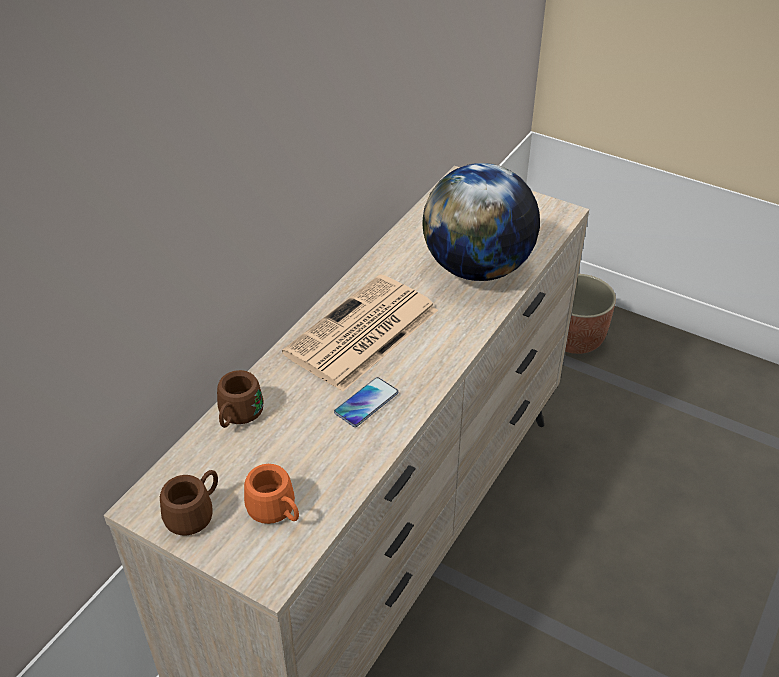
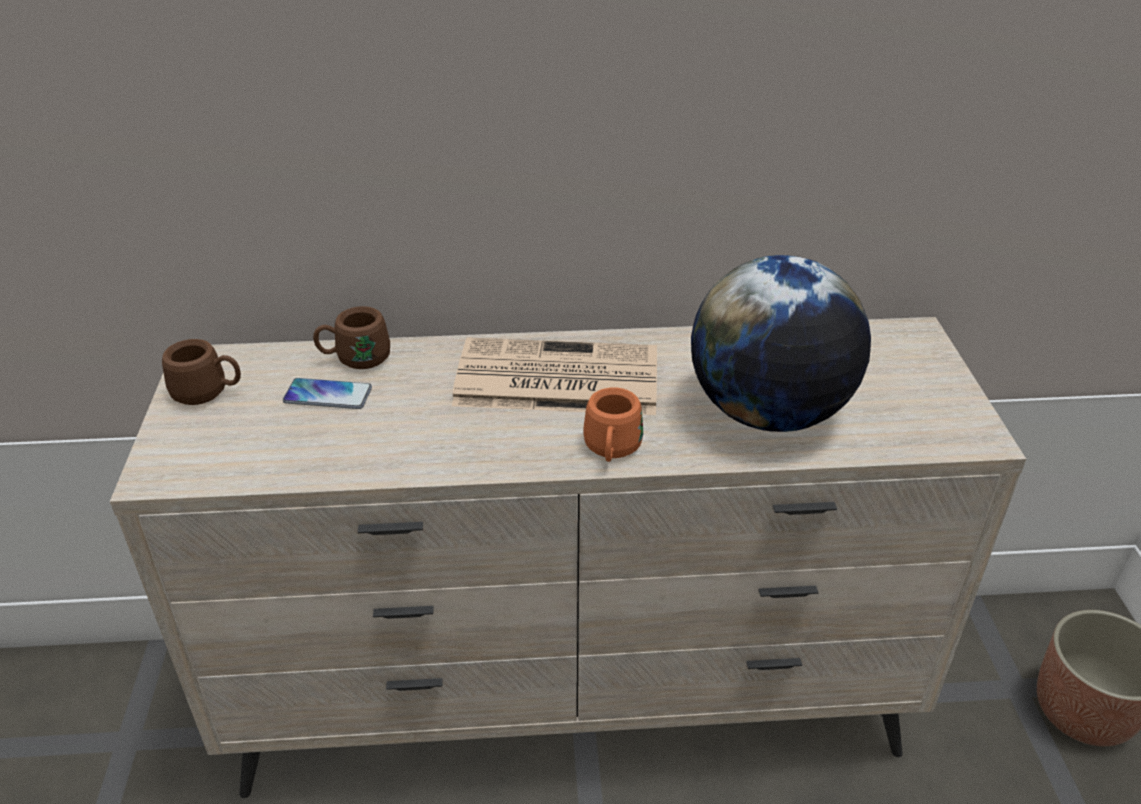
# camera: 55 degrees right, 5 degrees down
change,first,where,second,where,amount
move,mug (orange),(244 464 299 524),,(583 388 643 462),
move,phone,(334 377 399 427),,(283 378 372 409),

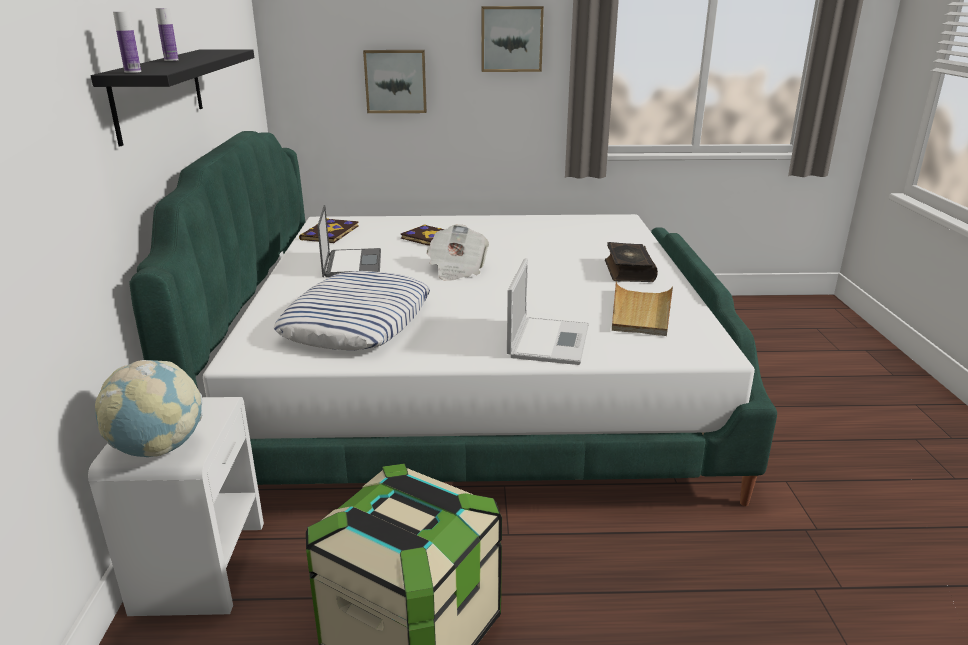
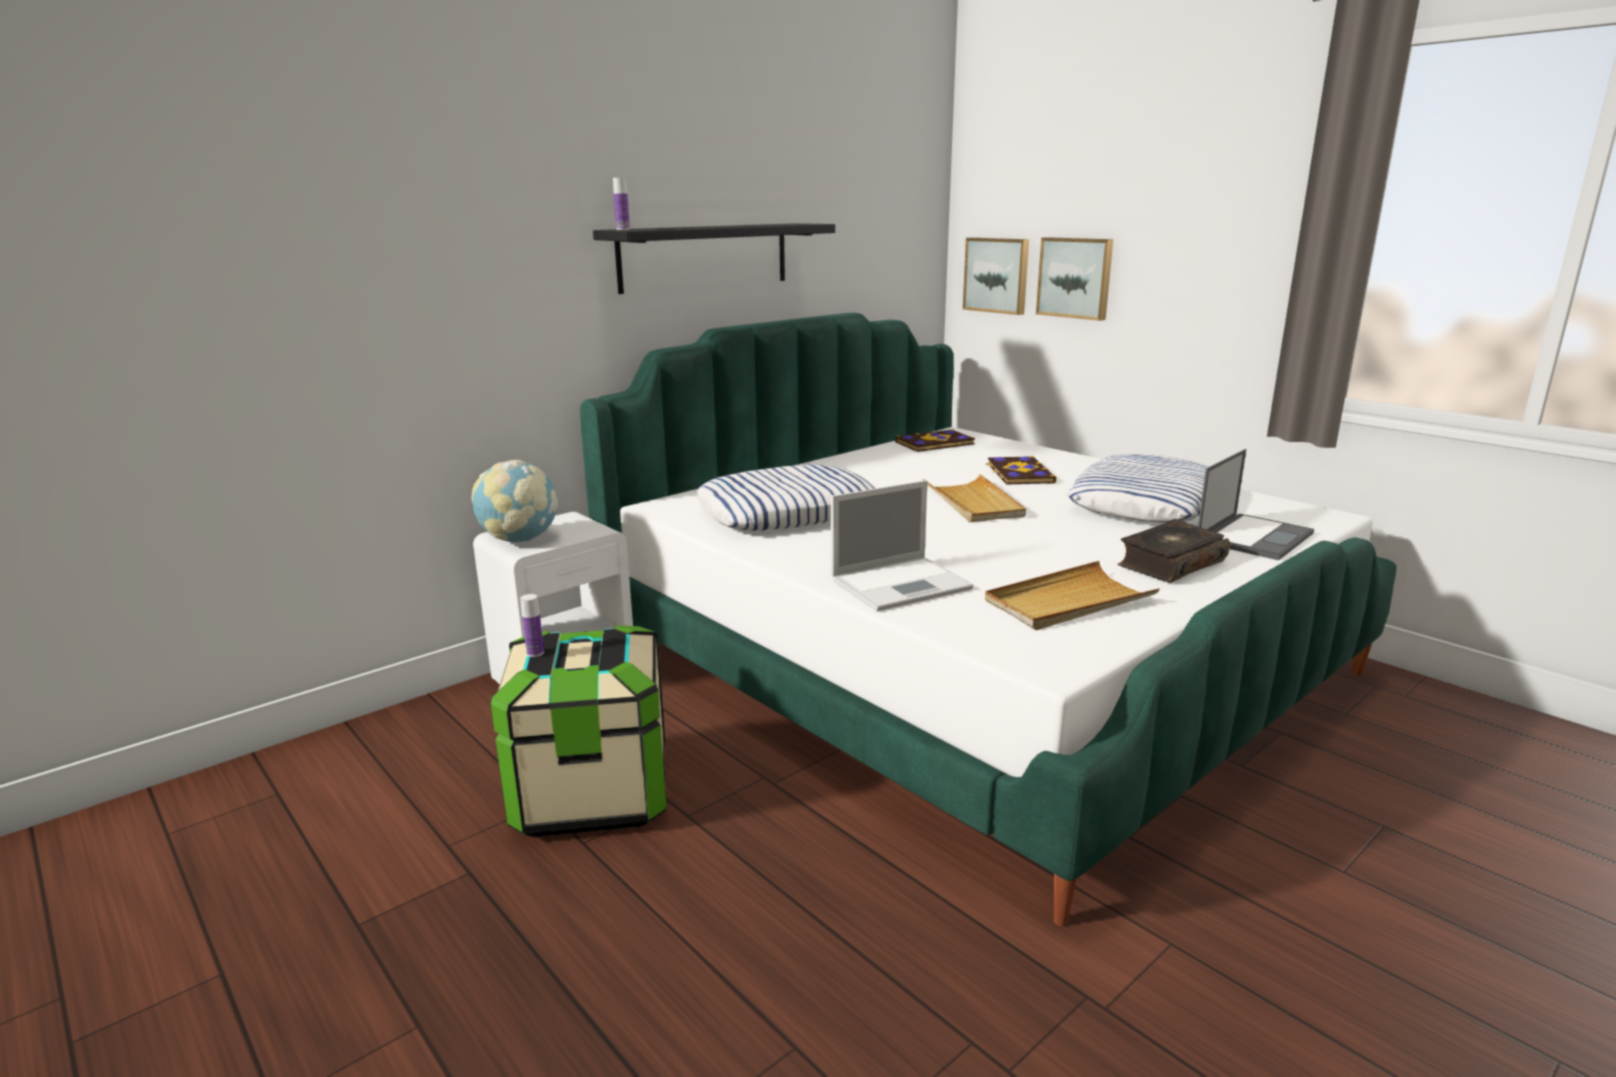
# camera: 50 degrees right, 5 degrees down
change,first,where,second,where,amount
insert,,,pillow,(1068 454 1209 522),
move,bottle,(156 8 178 61),,(520 594 544 657),
move,laptop,(317 205 381 277),,(1198 449 1314 560),
move,picture,(481 6 544 72),,(963 238 1029 315),
replace,newspaper,(427 224 489 281),tray (beige),(923 474 1026 522),

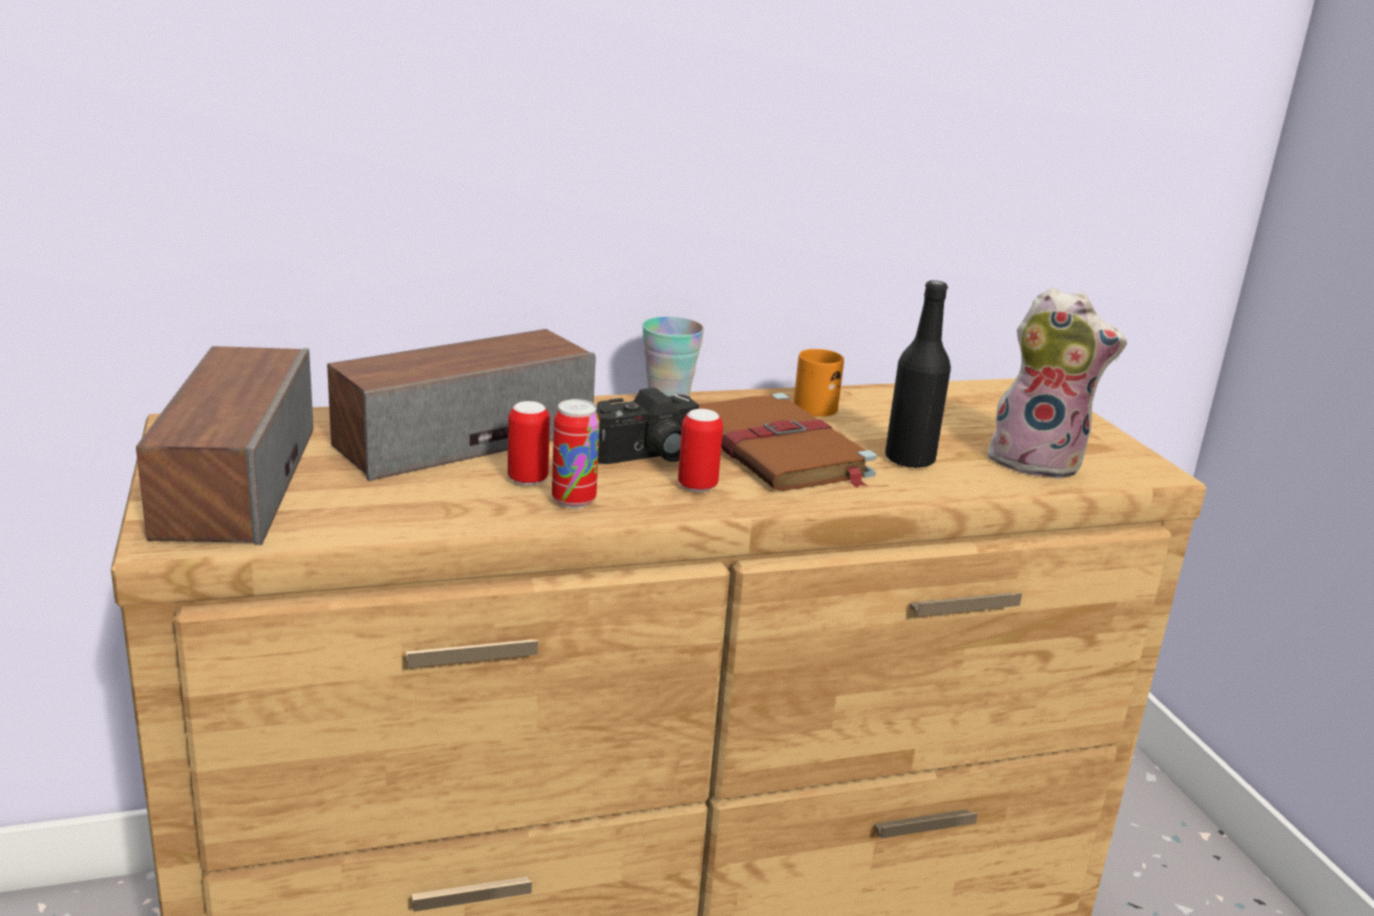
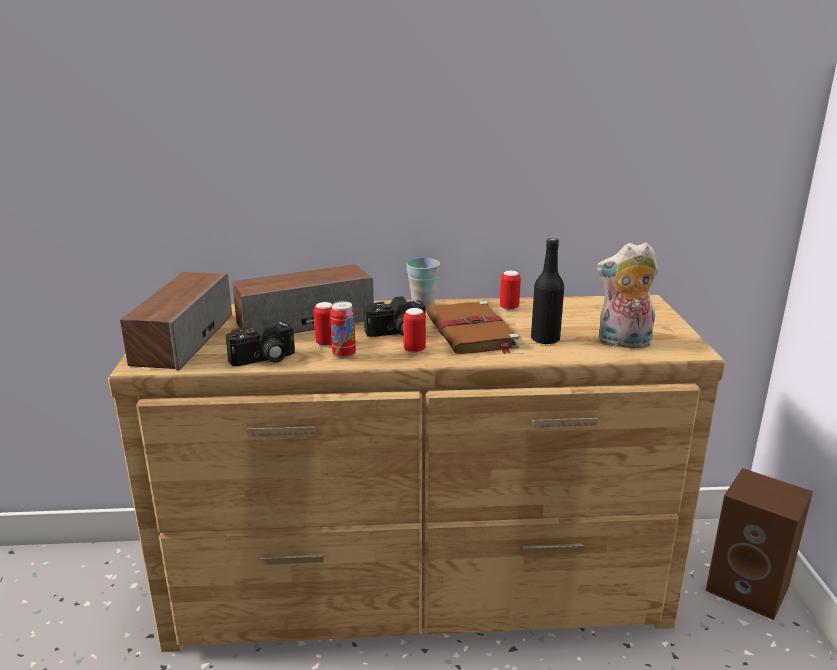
# camera: 15 degrees right, 0 degrees up
change,first,where,second,where,amount
insert,,,photo camera,(226 319 295 366),
insert,,,speaker (brown),(706 468 813 620),
replace,mug (orange),(793 349 844 417),can,(500 271 521 310),
rotate,plush toy,(988 287 1127 479),,(596 242 658 348),150 degrees clockwise

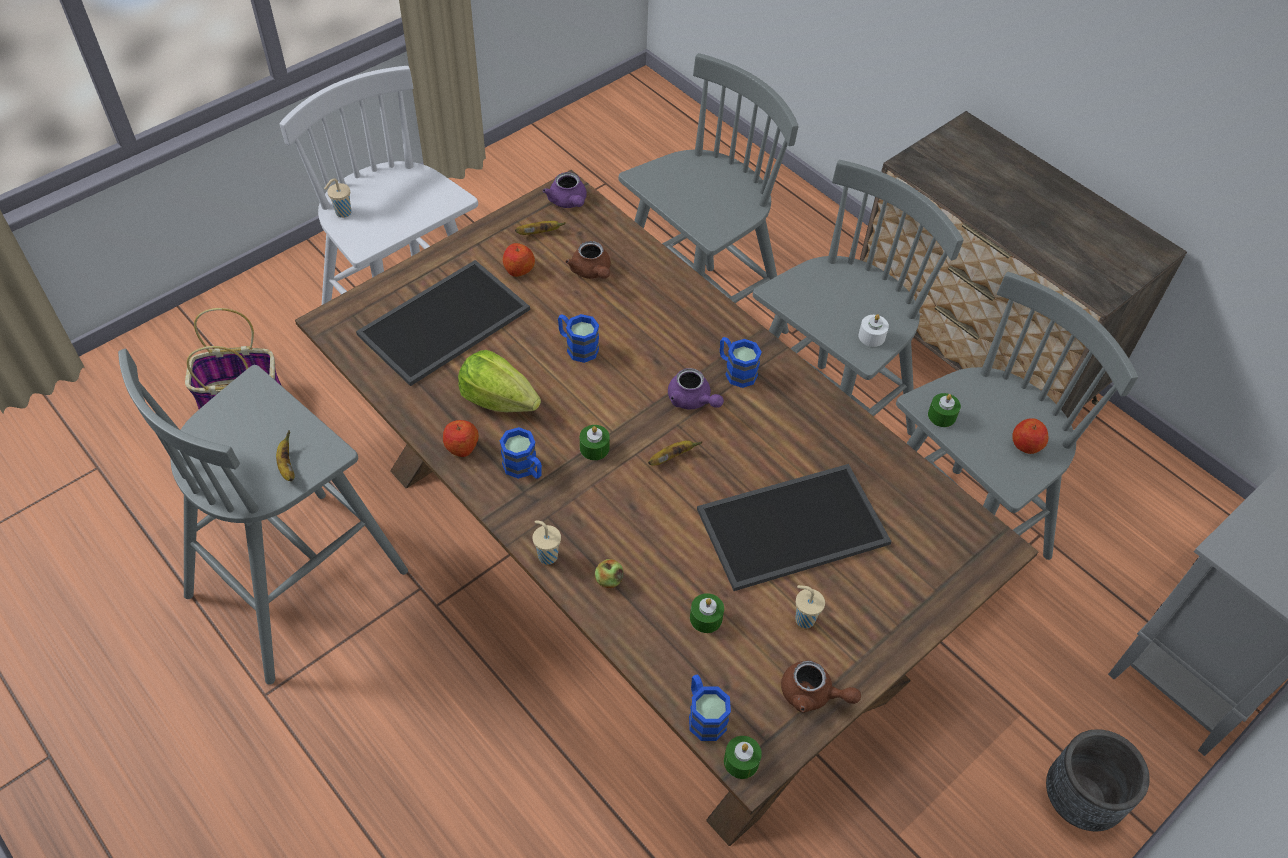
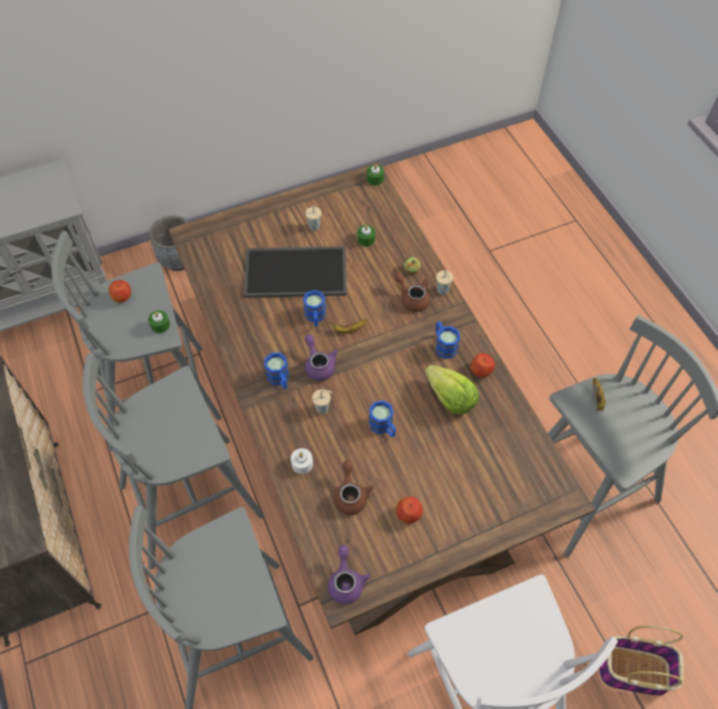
# camera: 160 degrees left, 5 degrees up
change,first,where,second,where,amount
delete,tray,(356 260 530 386),,,
delete,banana,(515 221 566 235),,,
delete,candle (green),(580 425 610 460),,,
move,cup (beige),(324 178 351 218),,(312 389 332 414),
move,mug (blue),(689 674 731 741),,(303 290 326 327),
move,teapot (brown),(781 661 861 713),,(394 272 430 312),
move,candle (white),(858 314 889 347),,(291 448 313 474),

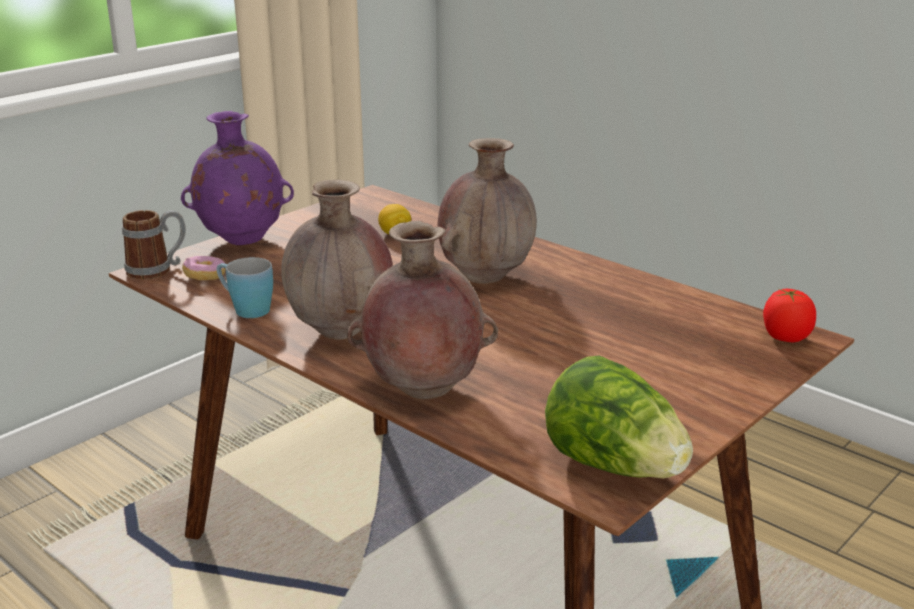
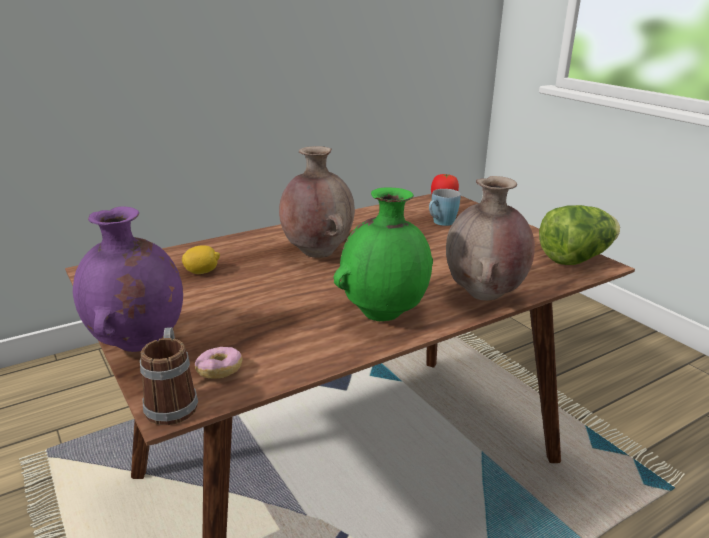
# camera: 75 degrees left, 0 degrees up
change,first,where,second,where,amount
move,mug (blue),(217 257 273 318),,(429 189 461 226),
recolor,vase (brown),(281 180 393 340),vase (green),(333 187 433 321),

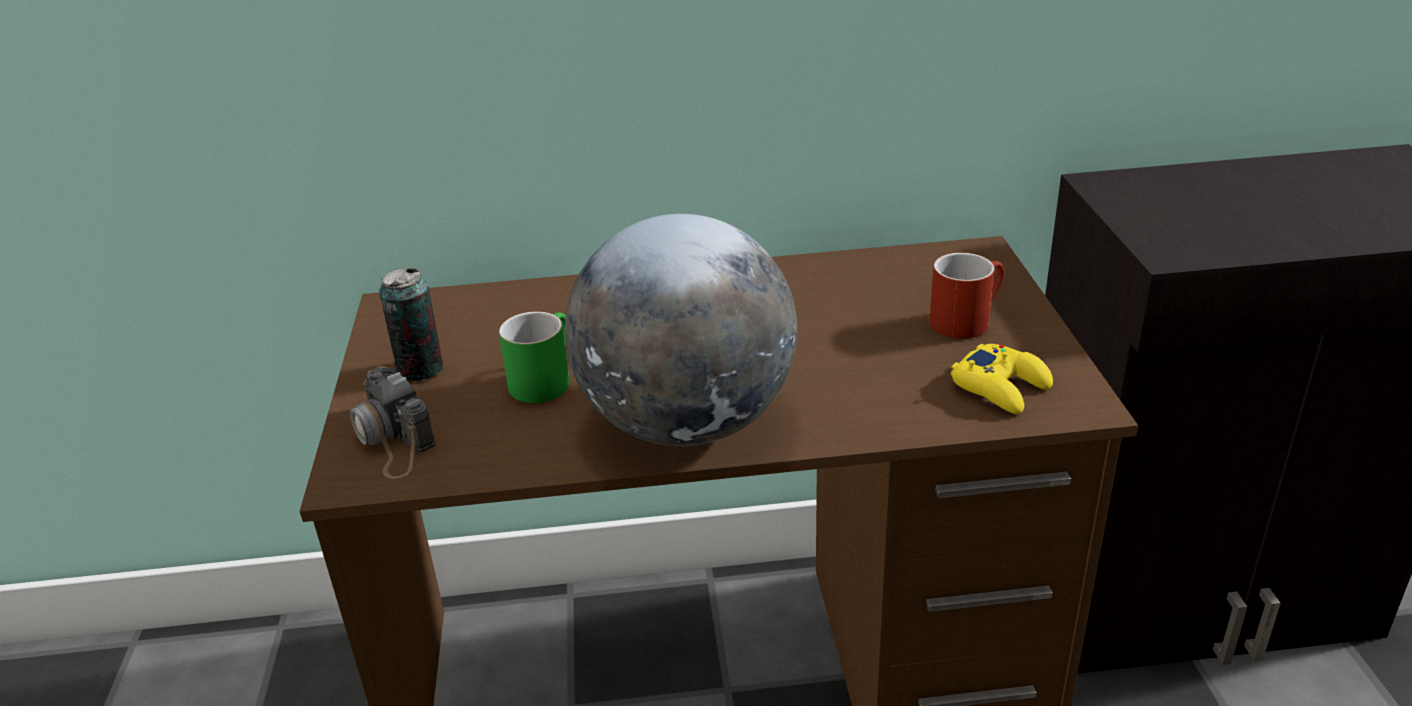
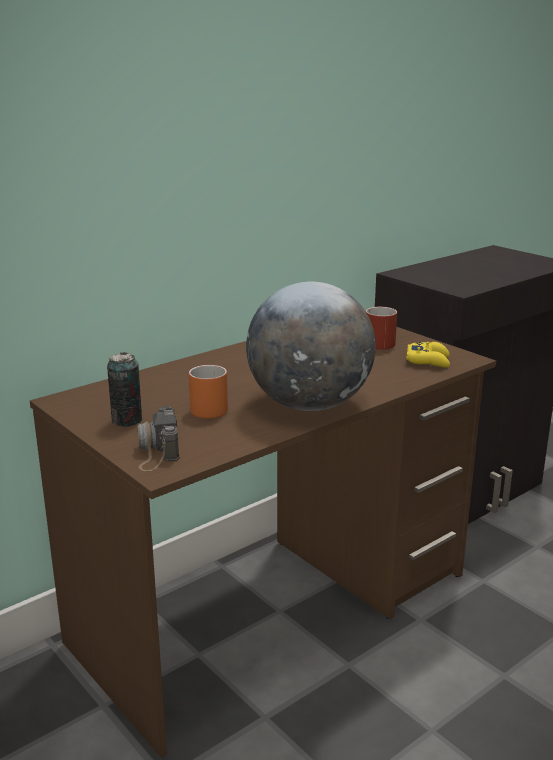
# camera: 35 degrees left, 10 degrees down
change,first,where,second,where,amount
recolor,mug (green),(499 311 570 403),mug (orange),(189 365 228 419),
rotate,photo camera,(350 366 435 479),,(138 406 180 471),60 degrees clockwise

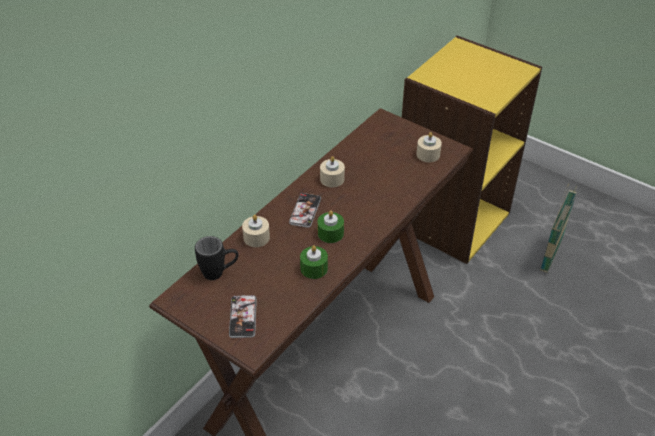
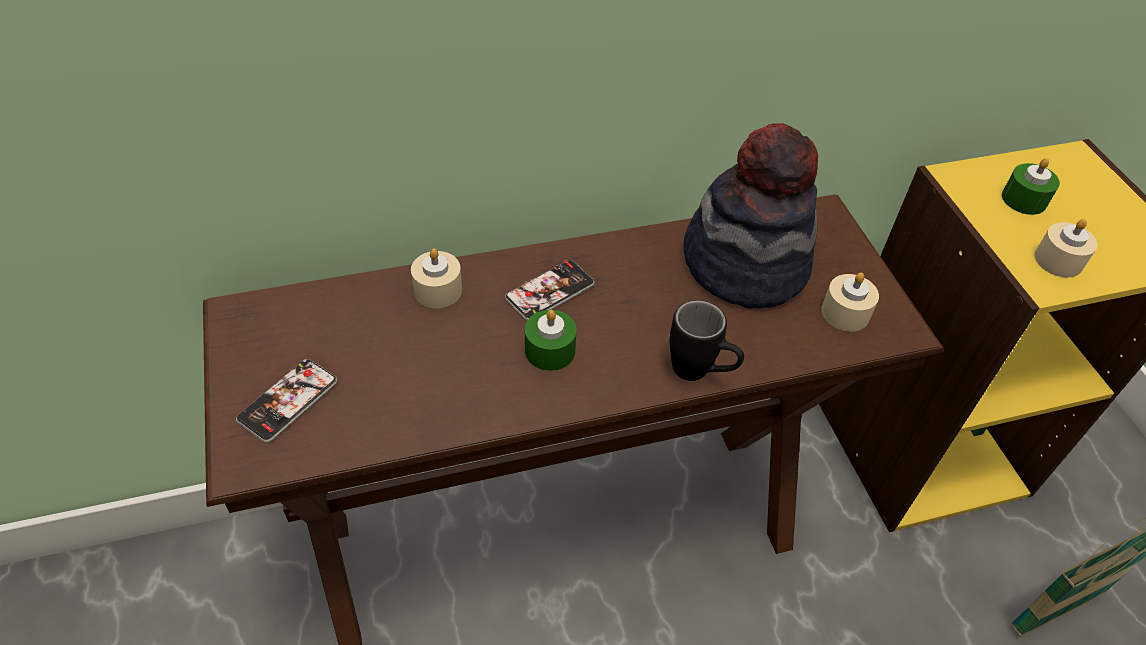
# camera: 35 degrees right, 5 degrees up
change,first,where,second,where,amount
insert,,,hat,(684 123 818 309),
move,mug (black),(195 236 238 280),,(670 300 744 381),
move,candle (green),(300 245 328 279),,(1002 158 1060 215),
move,candle (beige),(320 156 345 187),,(1034 219 1098 278),

